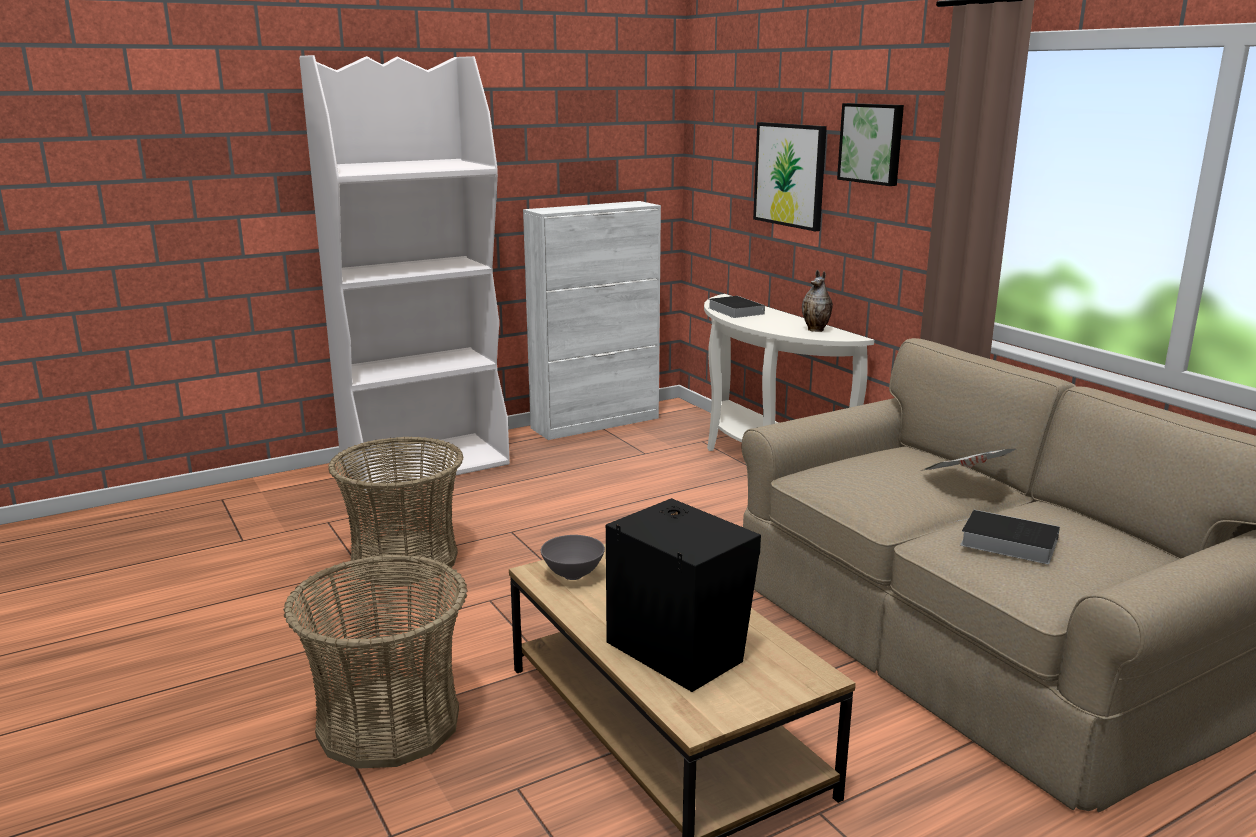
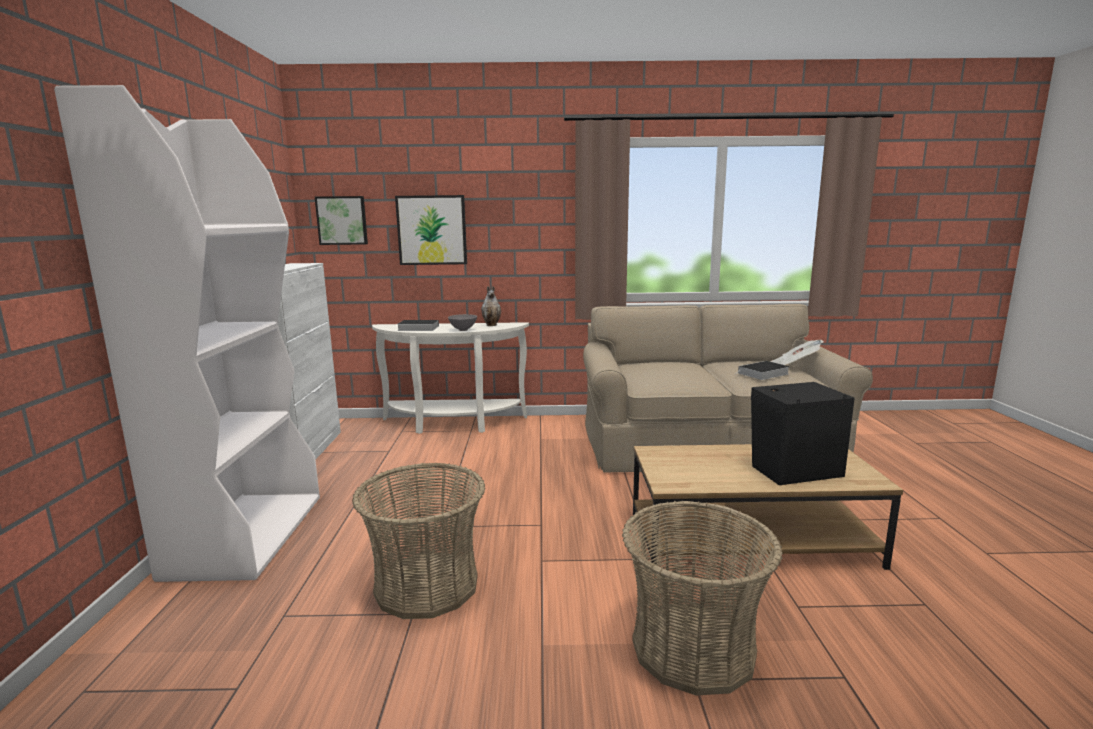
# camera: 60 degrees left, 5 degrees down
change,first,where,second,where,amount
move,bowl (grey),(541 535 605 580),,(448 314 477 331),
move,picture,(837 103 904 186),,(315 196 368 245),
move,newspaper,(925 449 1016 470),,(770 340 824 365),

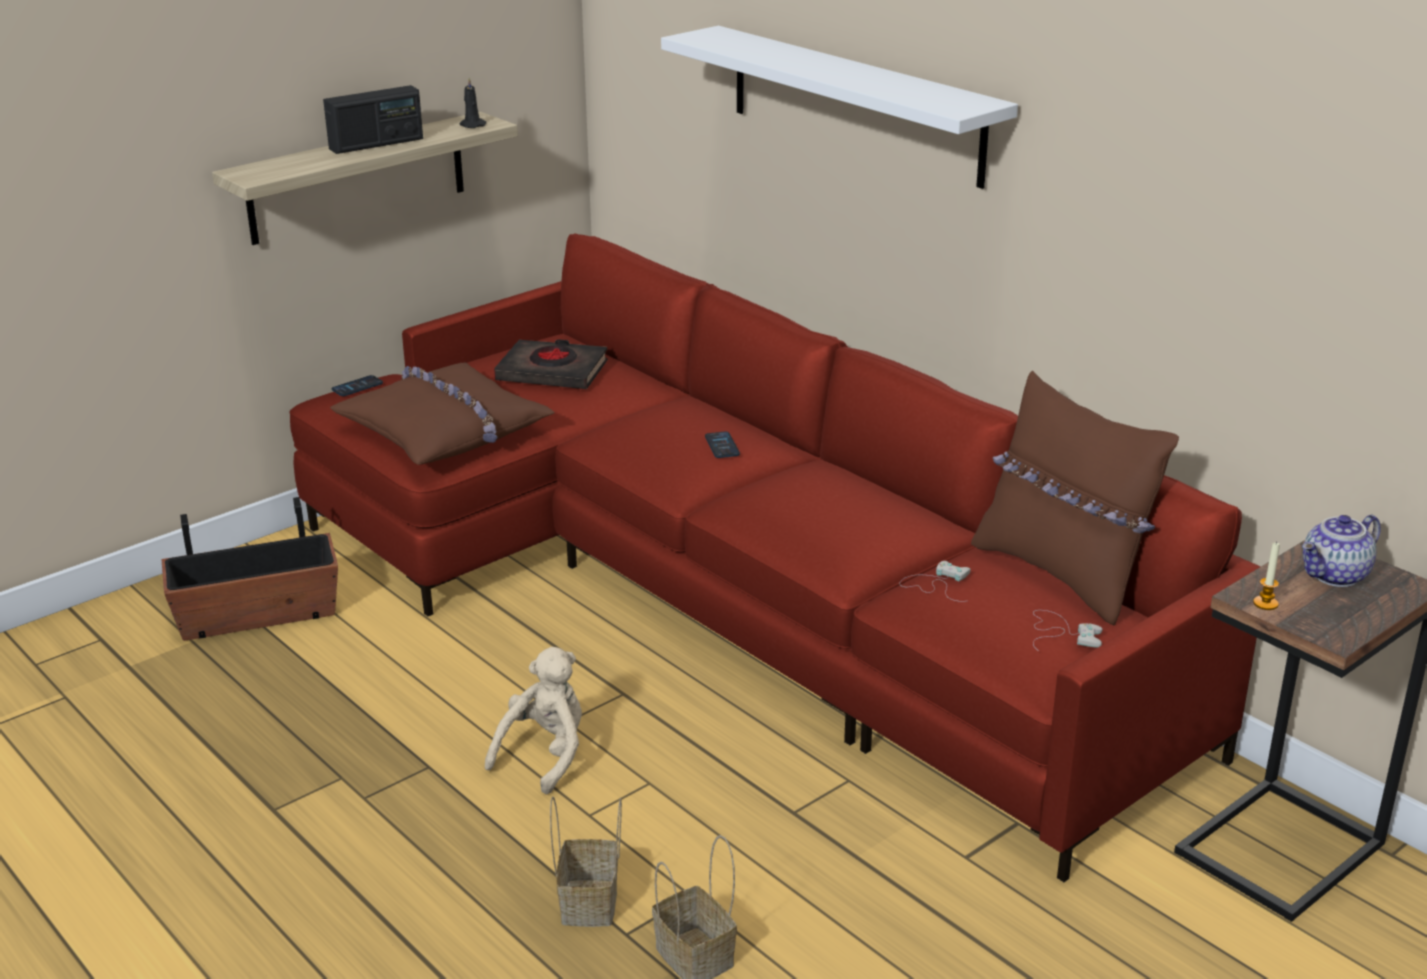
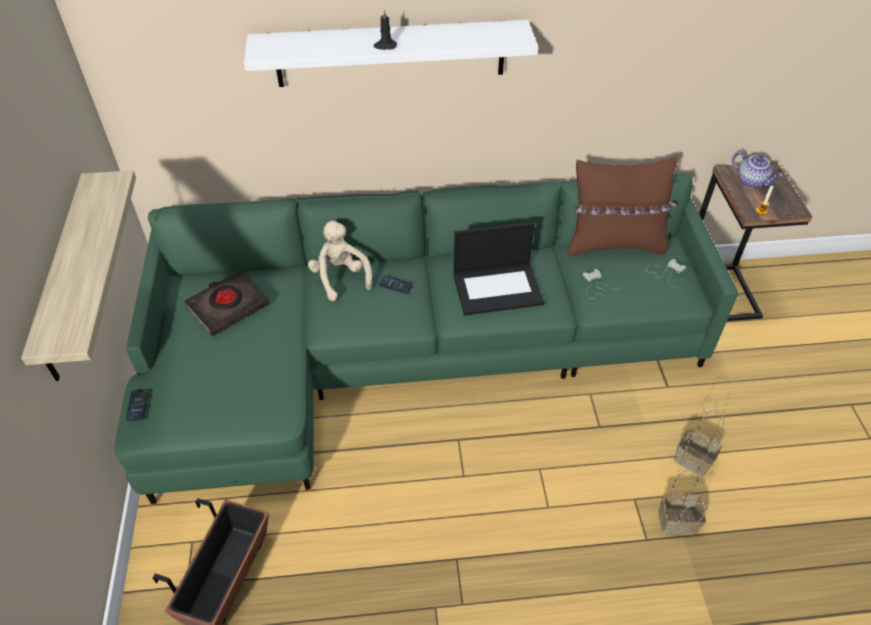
# camera: 55 degrees left, 20 degrees up
change,first,where,second,where,amount
delete,radio,(323 85 423 154),,,
delete,pillow (brown),(330 363 555 465),,,
insert,,,laptop,(453 222 544 315),
move,candle (black),(460 78 486 128),,(373 9 397 50),
move,plush toy (beige),(485 647 582 795),,(308 220 372 301),
move,basket,(550 796 622 927),,(674 410 725 477),
recolor,sofa (red),(290 234 1261 882),sofa (green),(115 173 739 504),
rotate,teapot,(1302 515 1381 587),,(732 152 783 189),45 degrees counterclockwise

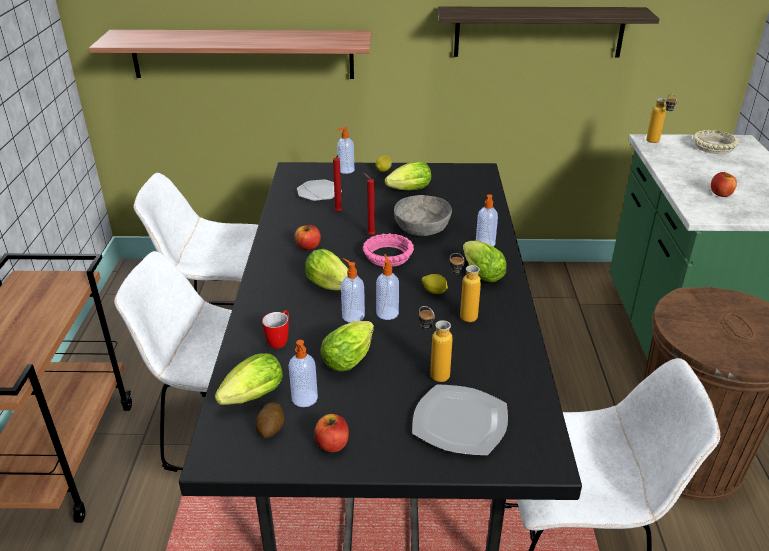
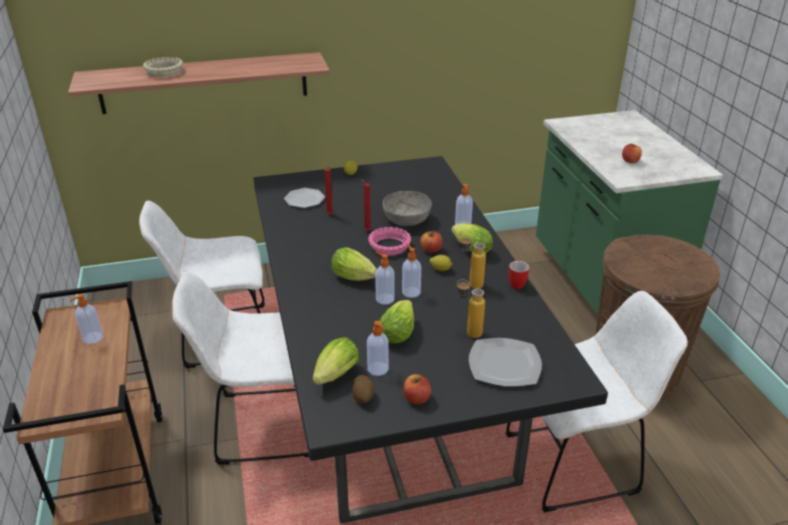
# camera: 15 degrees left, 0 degrees up
change,first,where,second,where,amount
delete,lettuce,(385 161 431 190),,,
delete,shelf,(438 7 659 57),,,
delete,bottle,(646 94 677 143),,,
move,mug,(262 310 289 349),,(509 259 529 289),
move,apple,(295 224 321 250),,(420 230 442 253),
move,soap dispenser,(336 127 354 174),,(69 294 103 344),
move,bowl (beige),(693 130 739 154),,(143 57 183 77),

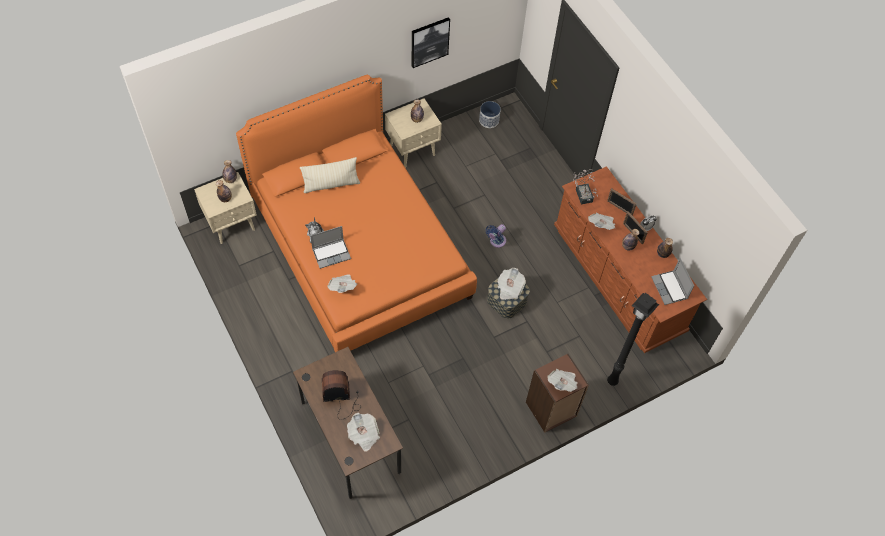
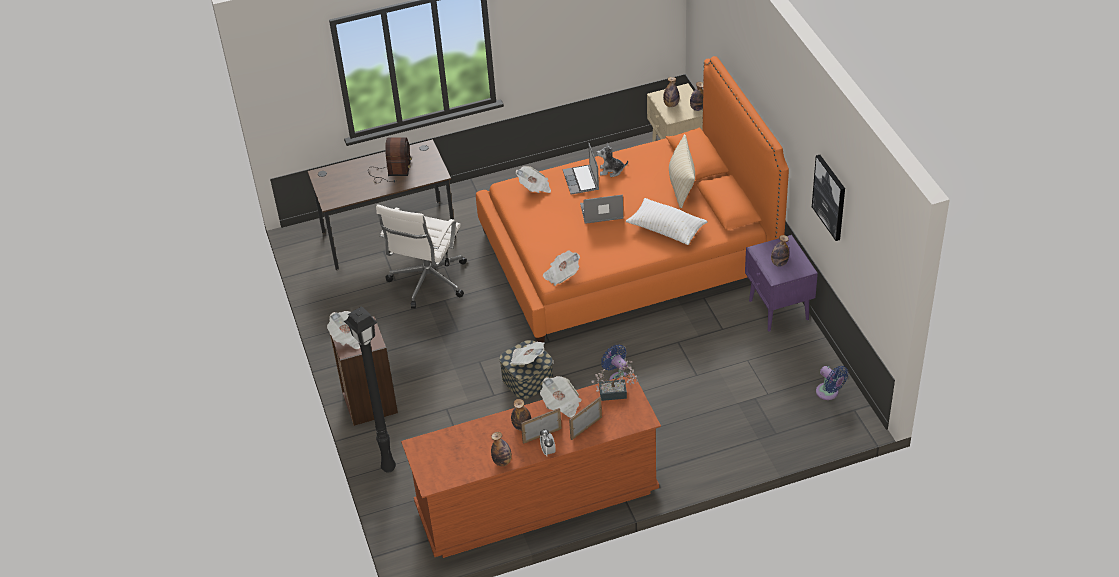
# camera: 105 degrees right, 15 degrees down
change,first,where,second,where,amount
insert,,,office chair (white),(376 204 467 309),
insert,,,pillow (white),(626 198 708 245),
move,newspaper,(347 413 380 451),,(543 250 580 286),
move,laptop,(651 258 694 305),,(580 195 624 224),
replace,planter,(479 101 501 128),fan (blue),(816 366 848 400),
recolor,nightstand (beige),(385 98 442 168),nightstand (purple),(745 235 818 331),

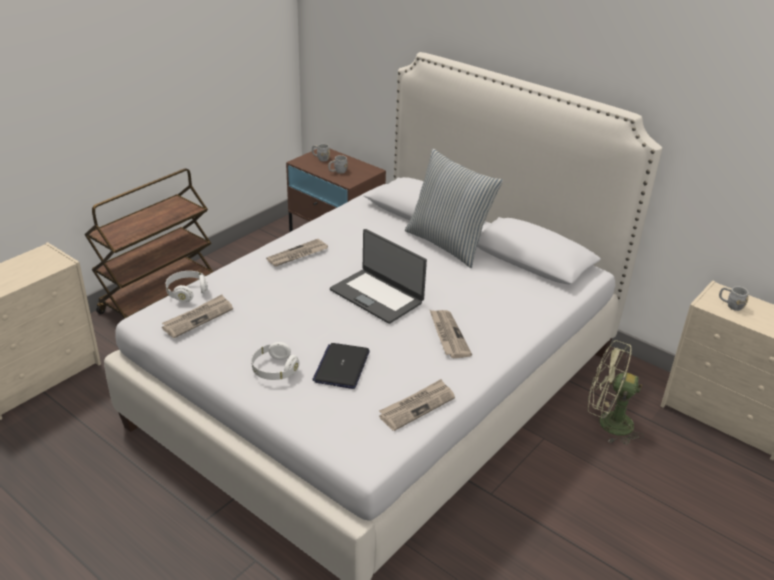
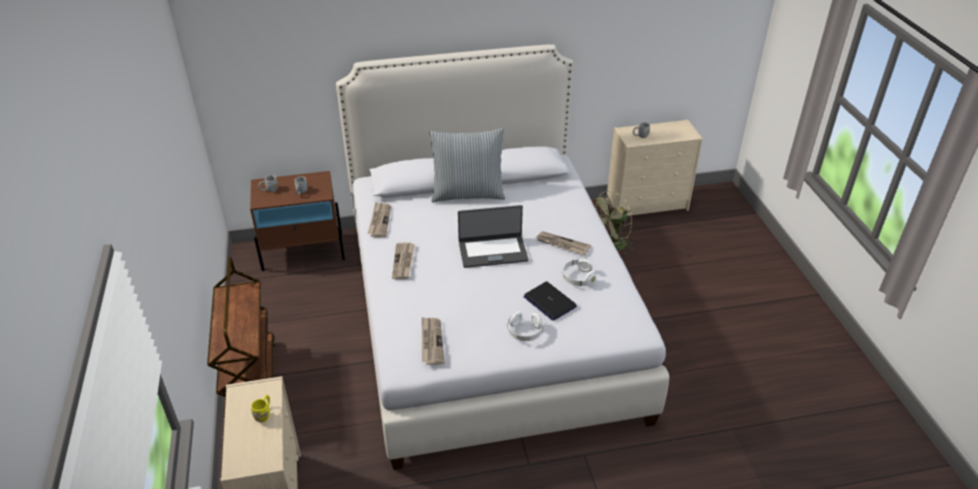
# camera: 50 degrees left, 5 degrees up
change,first,where,second,where,amount
insert,,,mug (yellow),(251 395 270 422),
move,headphones (white),(166 271 208 302),,(563 259 596 286),
move,newspaper,(379 379 455 431),,(368 202 391 237),

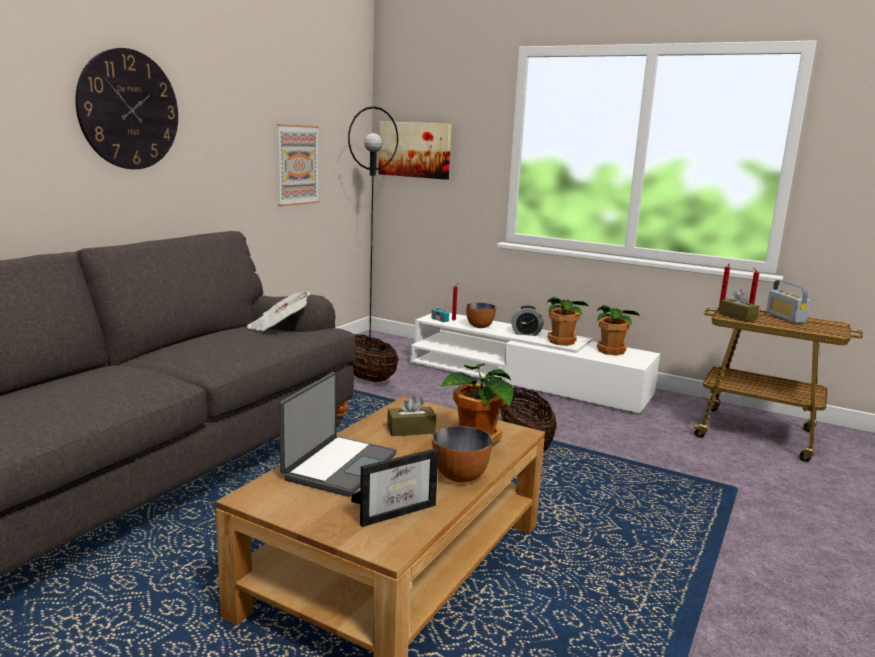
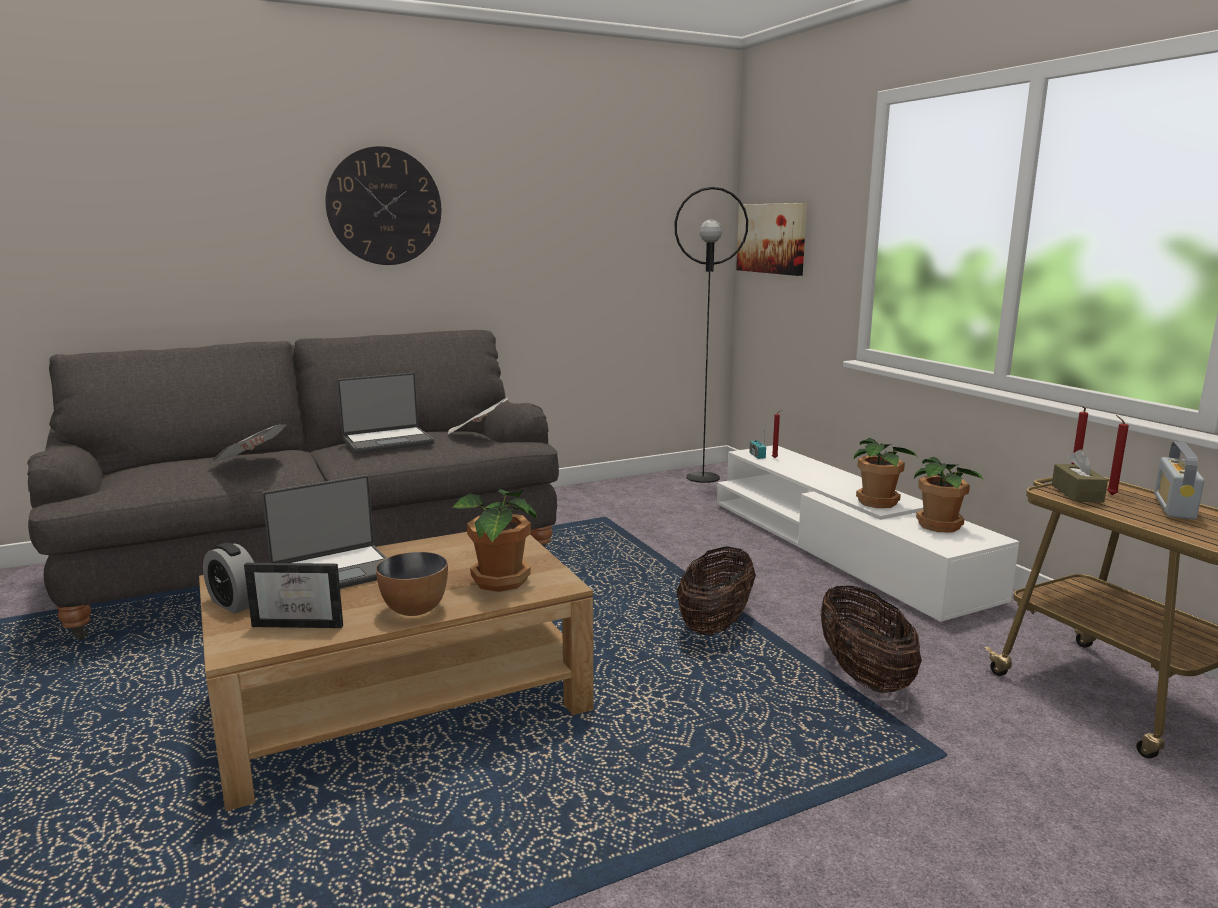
# camera: 35 degrees right, 0 degrees up
change,first,where,second,where,amount
delete,picture,(277 124 319 206),,,
delete,tissue box (brown),(387 395 436 436),,,
delete,bowl,(466 303 496 328),,,
insert,,,newspaper,(209 424 286 463),
insert,,,laptop,(337 373 434 453),
move,basket,(346 334 398 382),,(821 586 922 693),
move,alarm clock,(511 306 543 336),,(203 543 254 614),

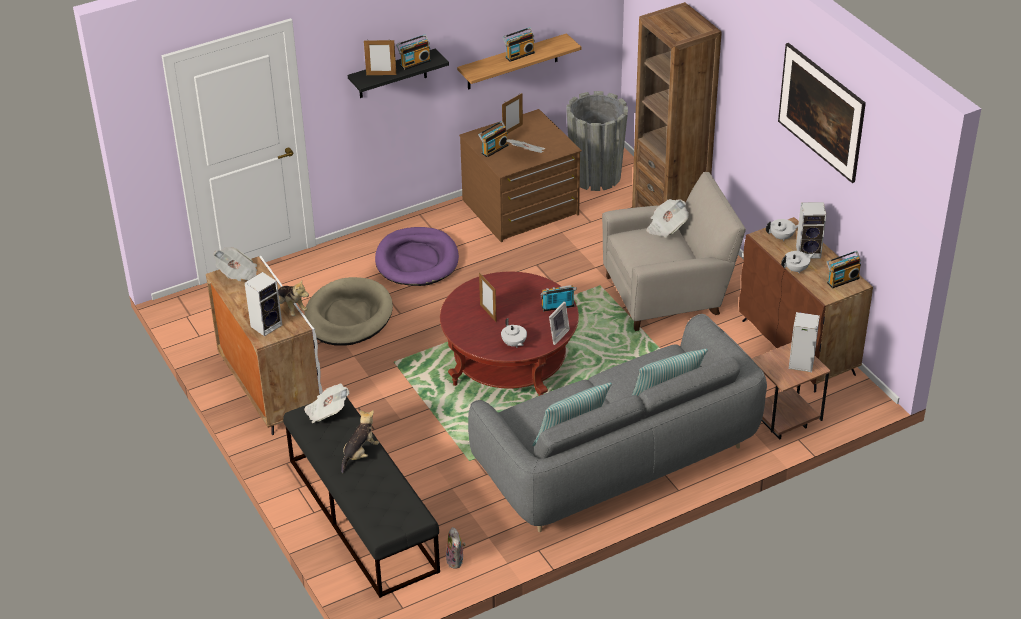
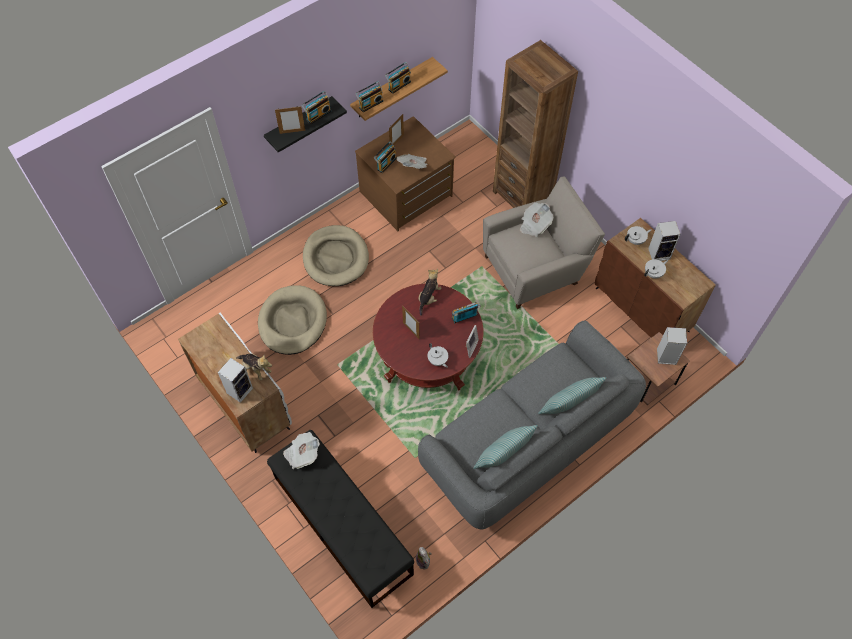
# camera: 10 degrees left, 20 degrees up
change,first,where,second,where,amount
delete,newspaper,(213 247 257 281),,,
delete,planter (grey),(566 91 628 191),,,
delete,picture,(778 43 866 183),,,
move,plush toy,(341 410 379 473),,(419 269 441 316),
move,radio,(826 251 861 289),,(355 81 383 112),
recolor,dog bed (purple),(375 227 459 286),dog bed (beige),(303 225 369 286),

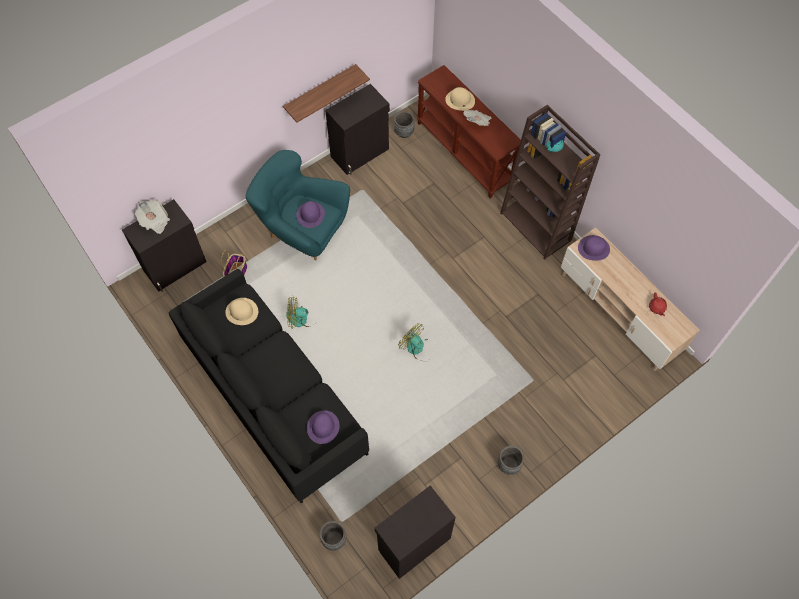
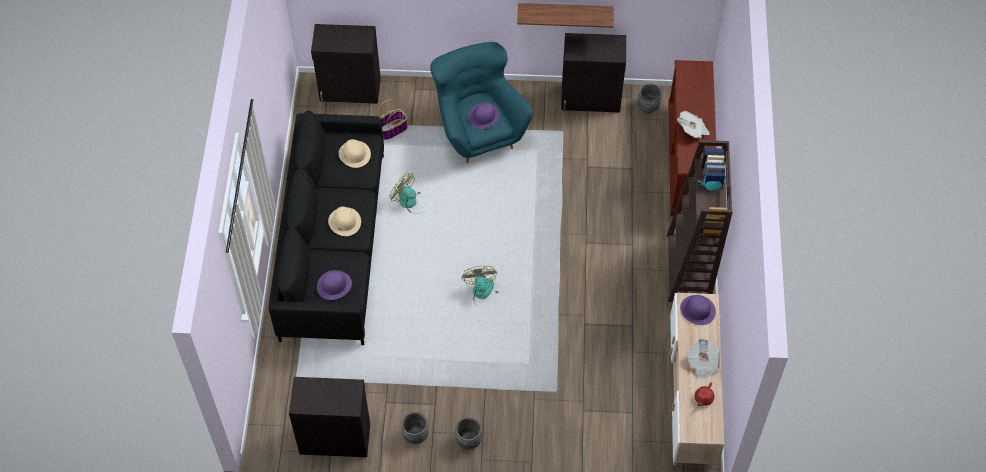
# camera: 40 degrees right, 5 degrees down
change,first,where,second,where,amount
move,newspaper,(135 200 170 234),,(687 338 721 380),
move,planter (grey),(320 521 346 551),,(401 412 429 444),
move,hat (beige),(445 87 475 111),,(328 207 361 236),

